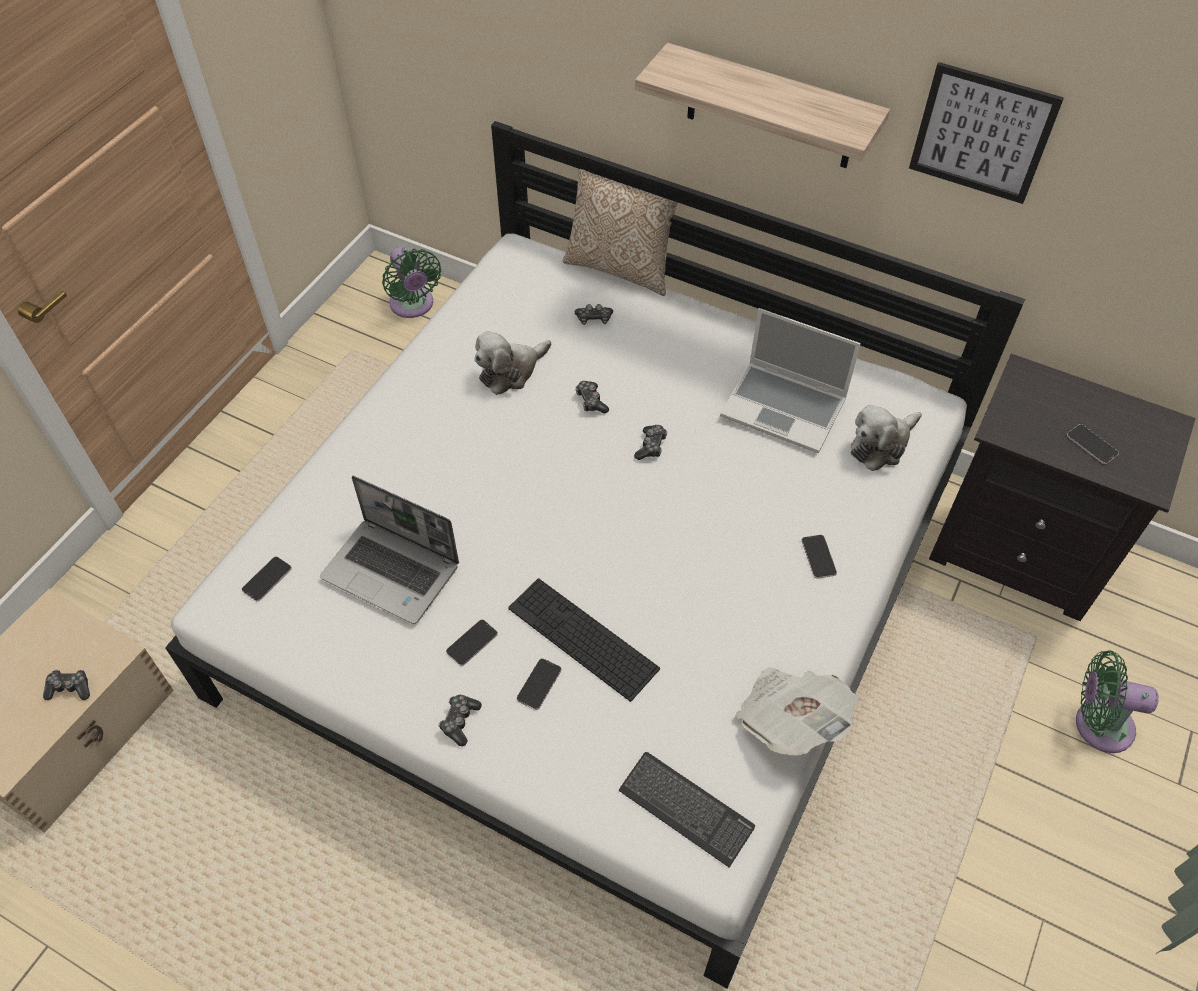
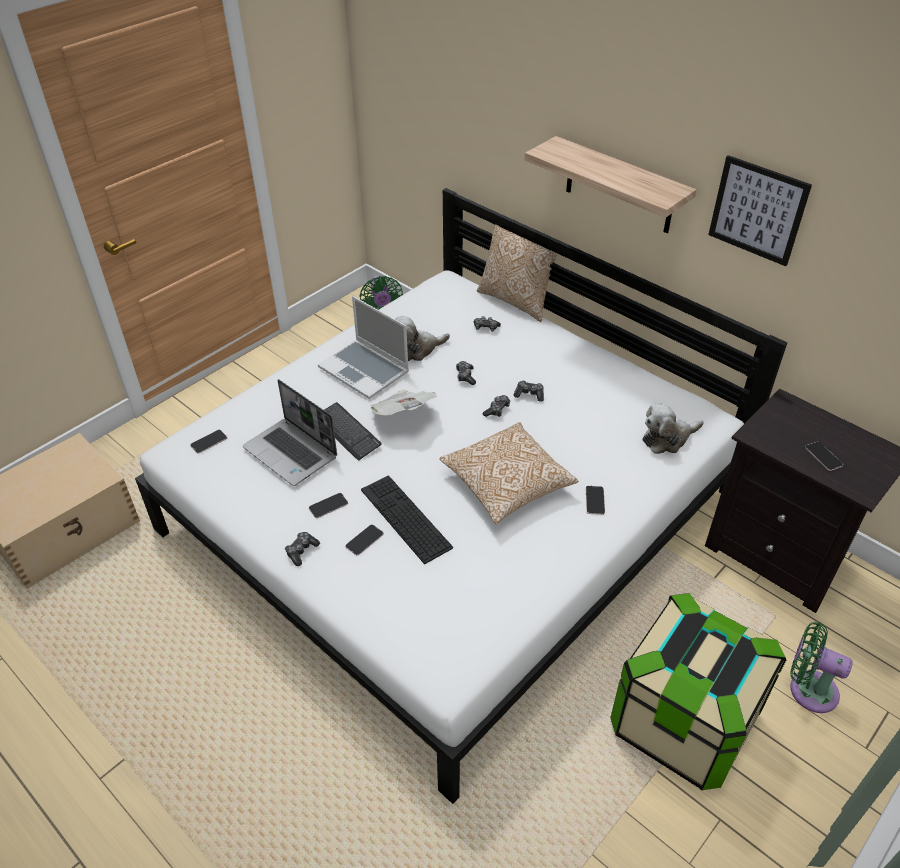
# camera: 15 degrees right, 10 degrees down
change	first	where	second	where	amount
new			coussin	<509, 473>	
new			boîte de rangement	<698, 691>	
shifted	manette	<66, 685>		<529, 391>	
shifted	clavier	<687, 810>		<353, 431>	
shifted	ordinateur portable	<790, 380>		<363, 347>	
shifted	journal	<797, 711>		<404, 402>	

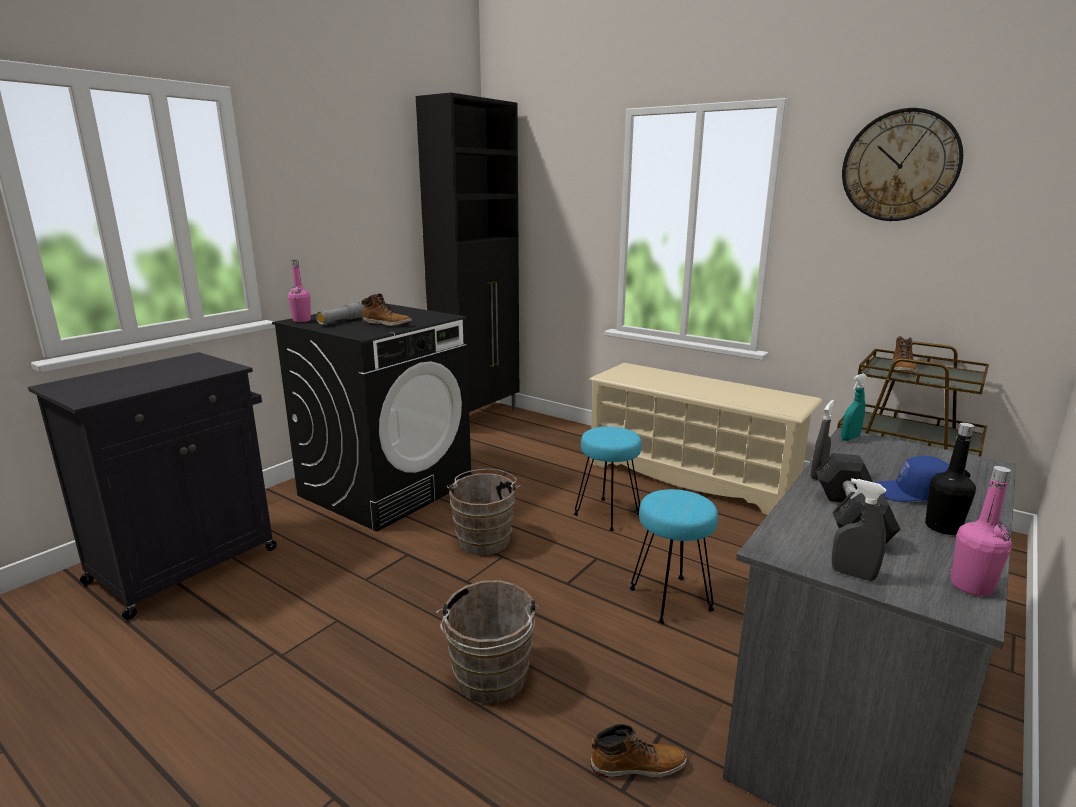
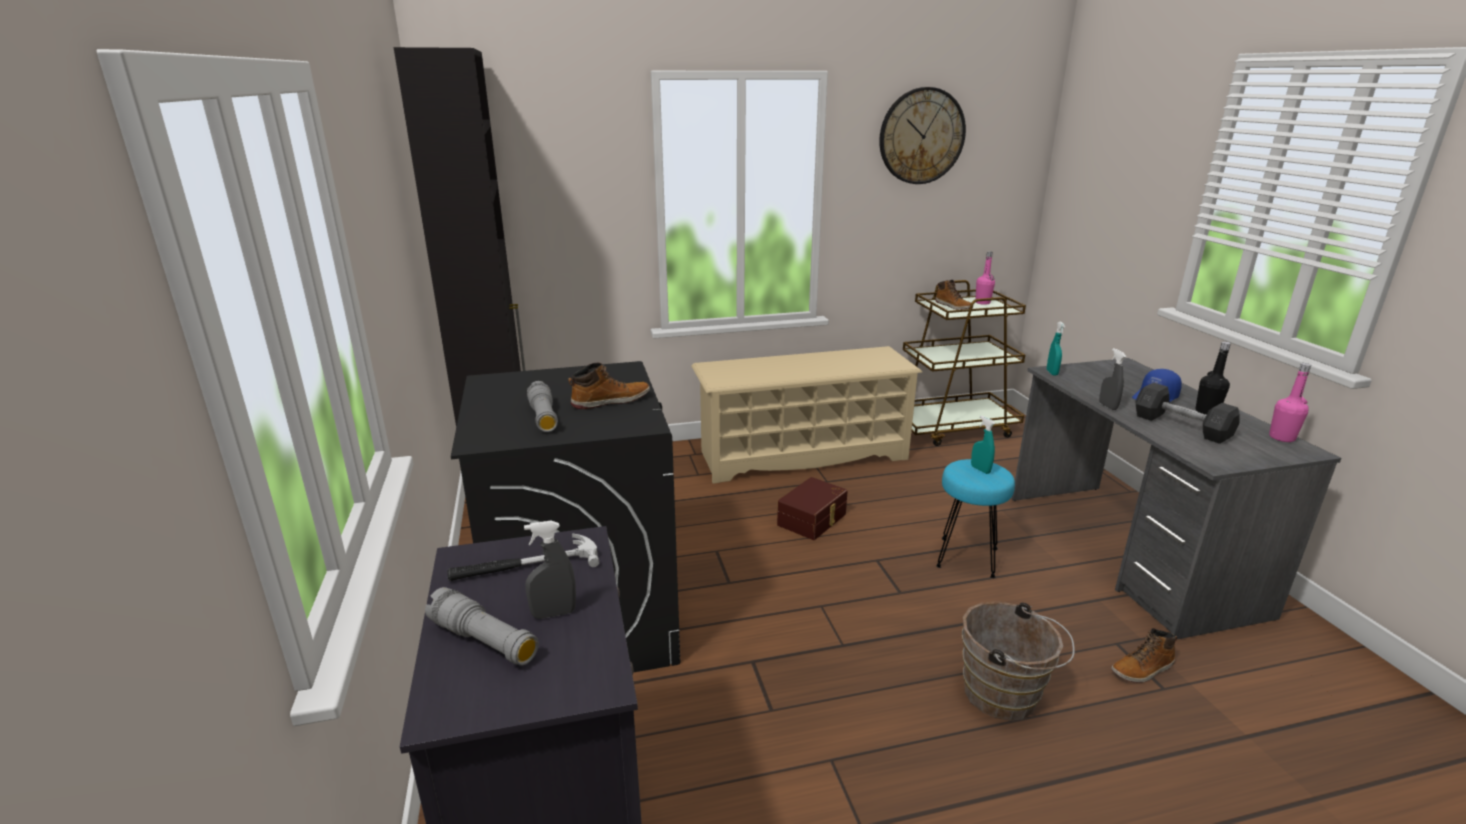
# camera: 50 degrees left, 5 degrees up
change	first	where	second	where	amount
gone	seau (marron)	<484, 512>			
new			lampe de poche (gris)	<482, 626>	
new			marteau	<523, 557>	
new			vaporisateur (turquoise)	<983, 445>	
shifted	bouteille (rose)	<299, 291>		<985, 278>	
shifted	vaporisateur (gris)	<859, 529>		<550, 570>	
swapped	tabouret (turquoise)	<608, 479>	boîte de rangement (marron)	<812, 508>	
rotated	botte	<638, 751>		<1144, 655>	150 degrees counterclockwise

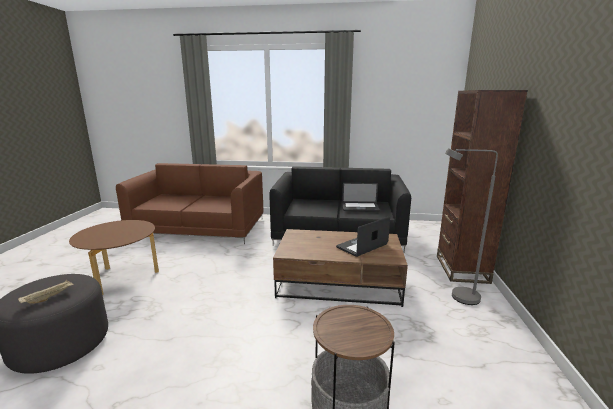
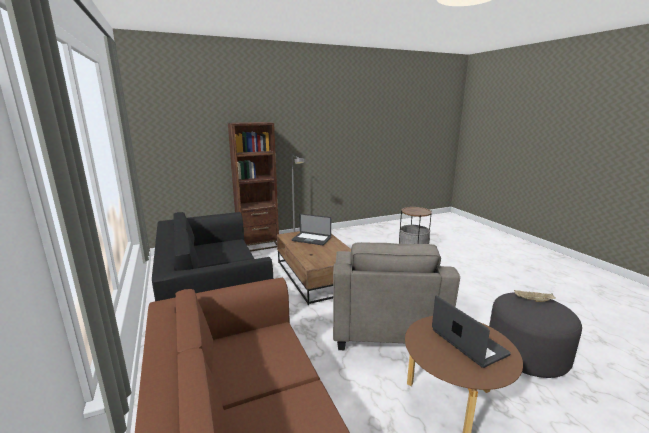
# camera: 120 degrees left, 0 degrees up
change	first	where	second	where	amount
new			fauteuil (gris)	<396, 296>	
shifted	ordinateur portable	<361, 197>		<471, 331>	

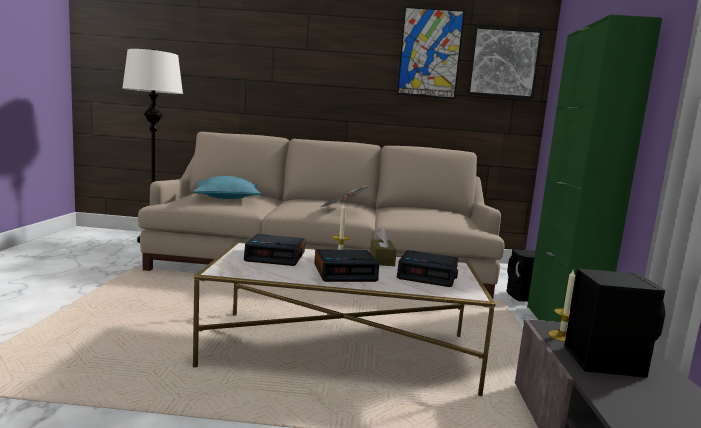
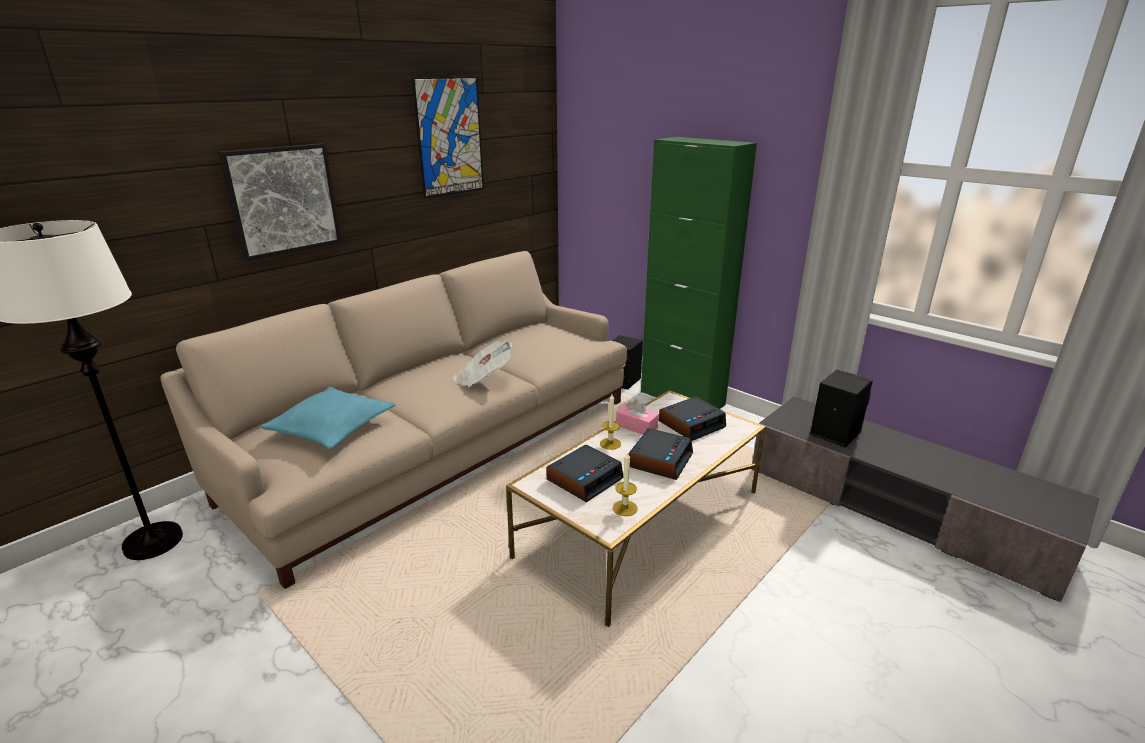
# camera: 50 degrees left, 15 degrees up
change	first	where	second	where	amount
shifted	tableau	<505, 62>		<279, 202>	
shifted	bougie	<561, 306>		<625, 483>	
repainted	boîte à mouchoirs (marron)	<383, 247>	boîte à mouchoirs (rose)	<637, 417>	

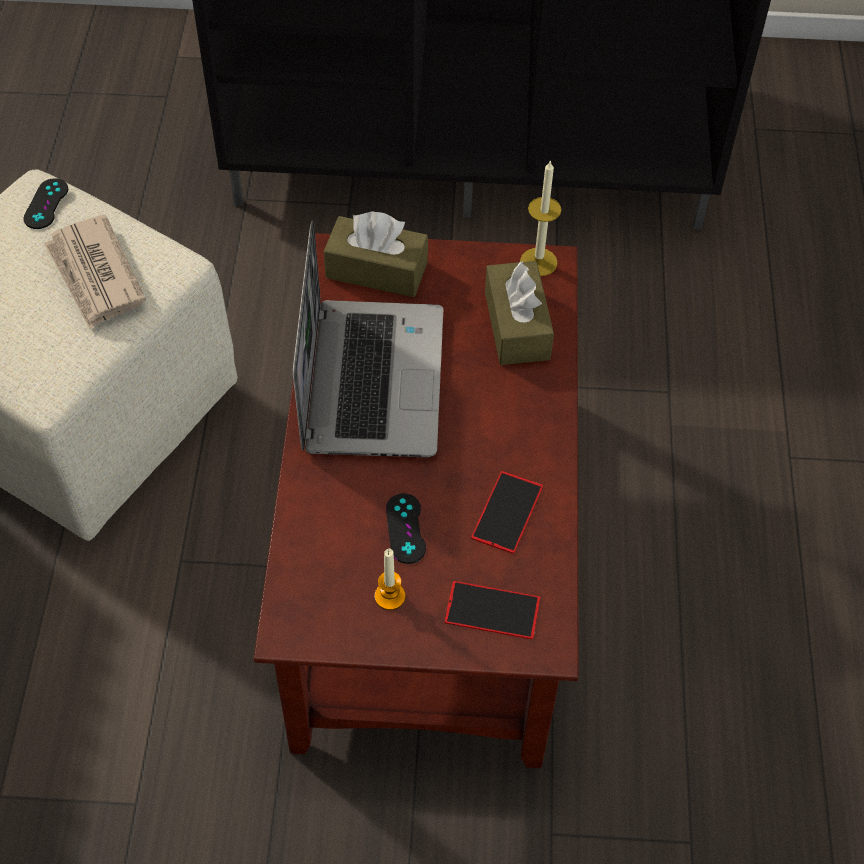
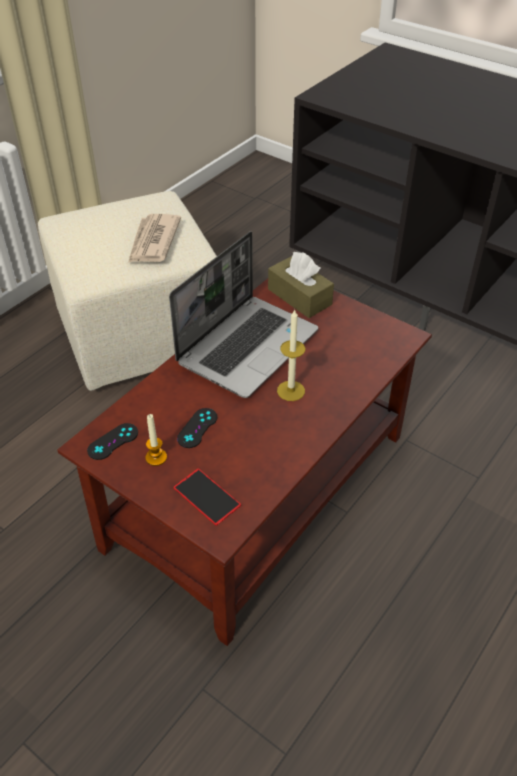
# camera: 35 degrees right, 10 degrees down
change	first	where	second	where	amount
gone	téléphone	<507, 512>			
gone	boîte à mouchoirs (marron)	<519, 313>			
shifted	manette (noir)	<45, 203>		<112, 441>	
shifted	bougie	<540, 218>		<291, 355>	

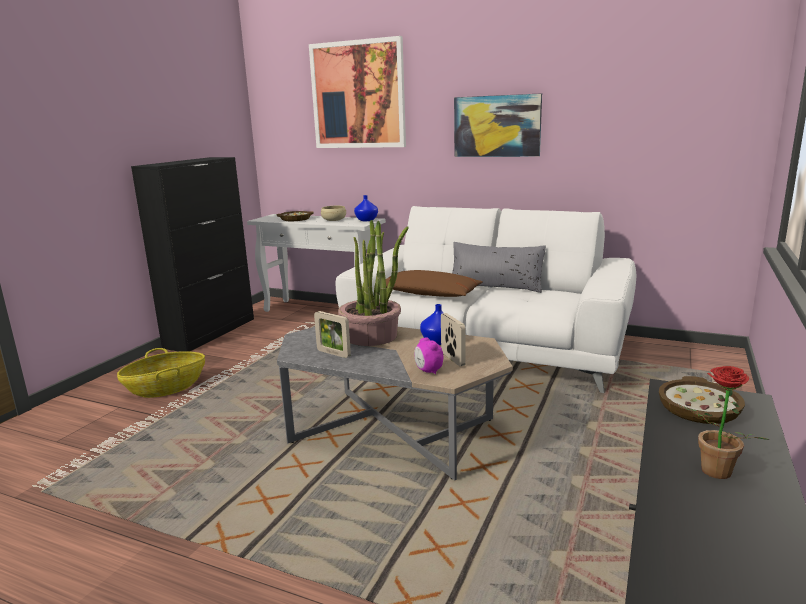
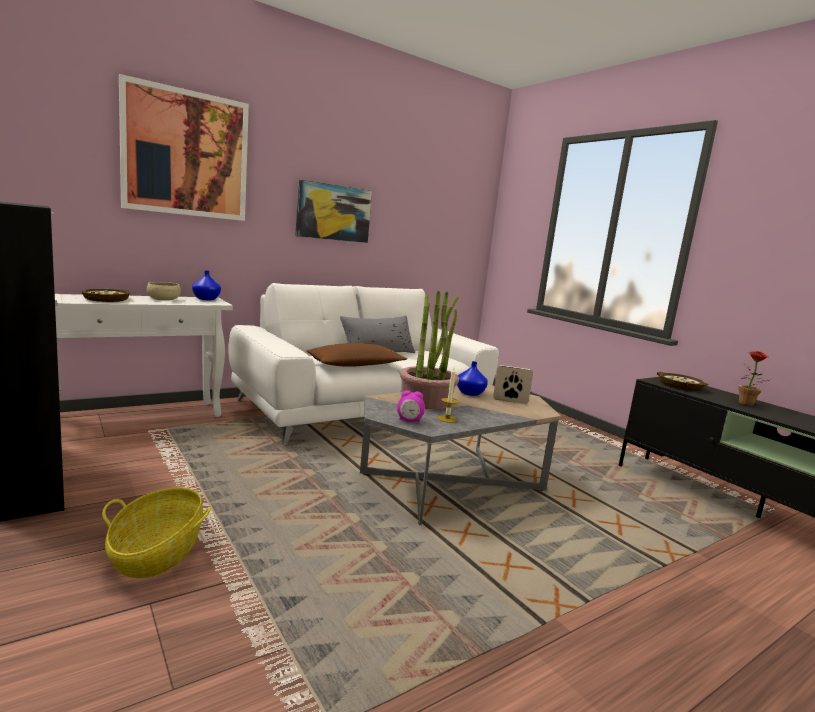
# camera: 60 degrees left, 5 degrees down
change	first	where	second	where	amount
shifted	réveil	<428, 356>		<411, 406>	
swapped	cadre photo	<332, 334>	bougie	<448, 395>	

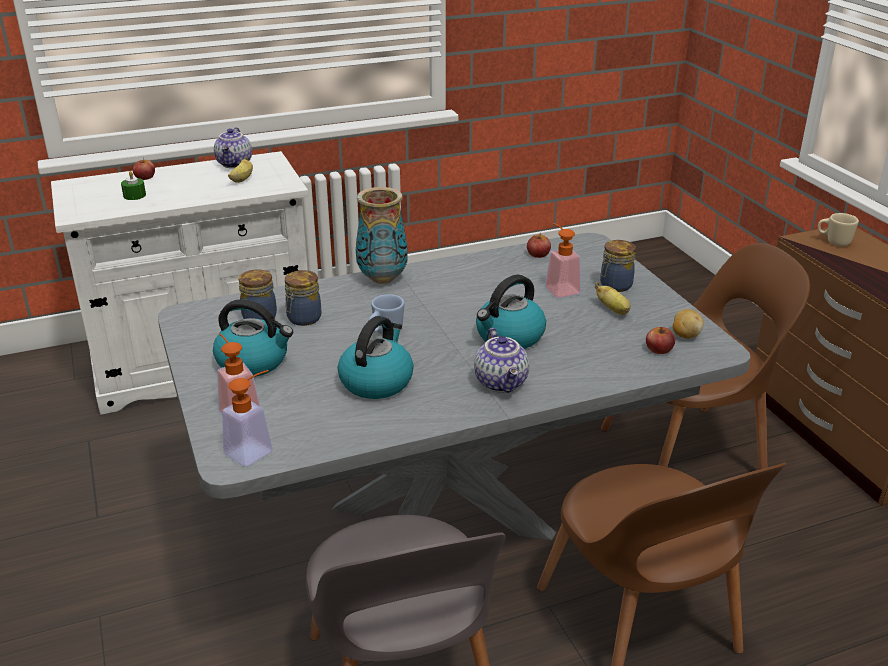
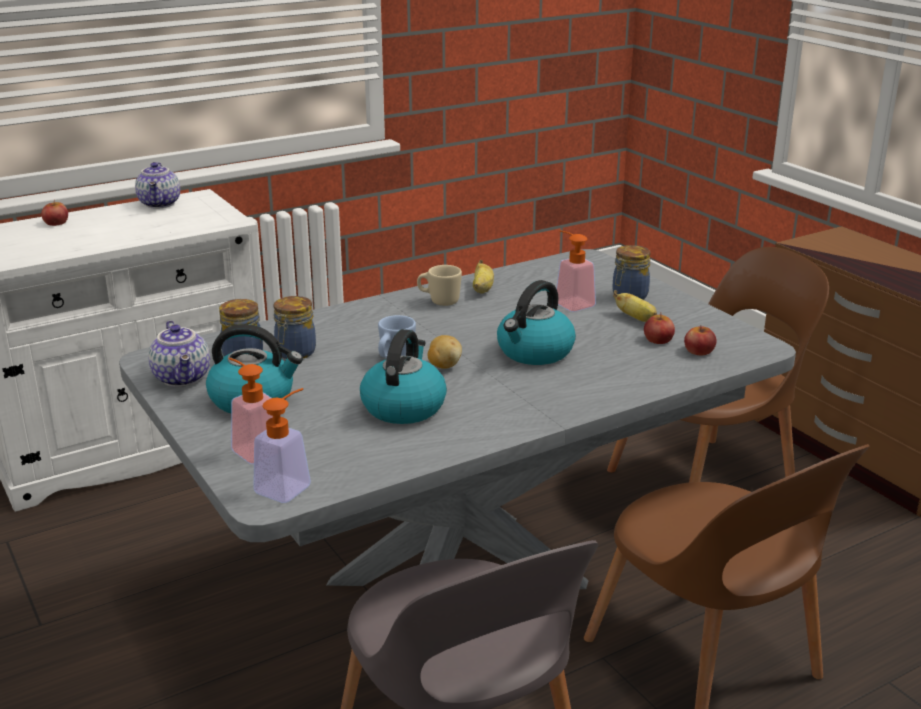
# camera: 10 degrees left, 5 degrees down
change	first	where	second	where	amount
gone	bougie (vert)	<133, 185>			
gone	vase	<382, 235>			
shifted	banane	<240, 170>		<483, 277>	
shifted	théière	<501, 360>		<179, 353>	
shifted	pomme	<539, 246>		<659, 328>	
shifted	pomme de terre	<688, 324>		<445, 352>	
shifted	mug (beige)	<838, 229>		<439, 285>	

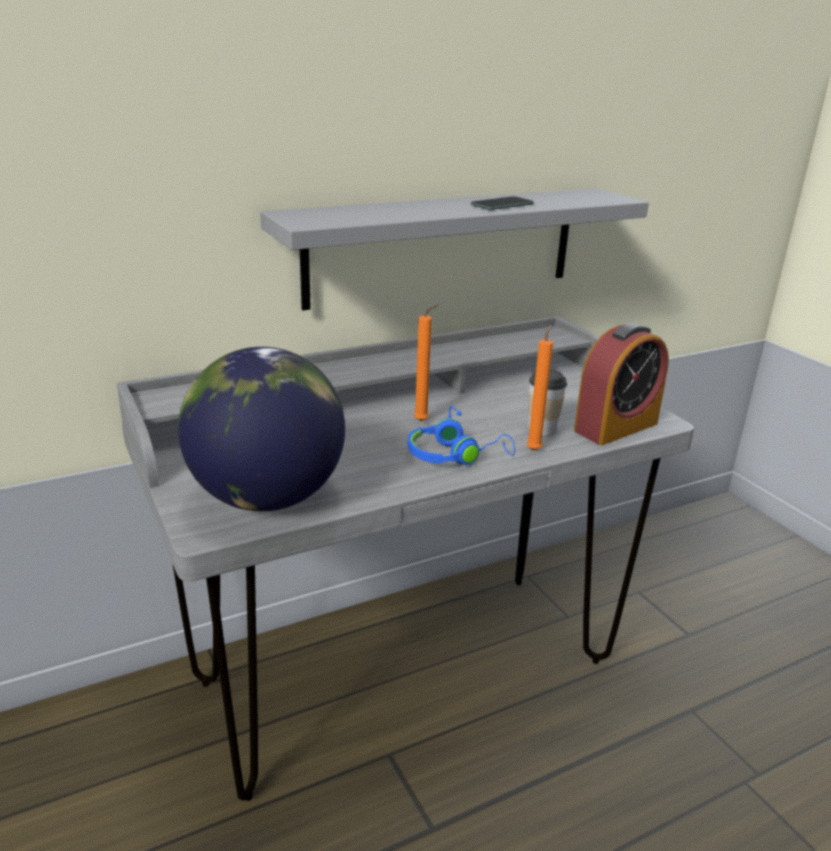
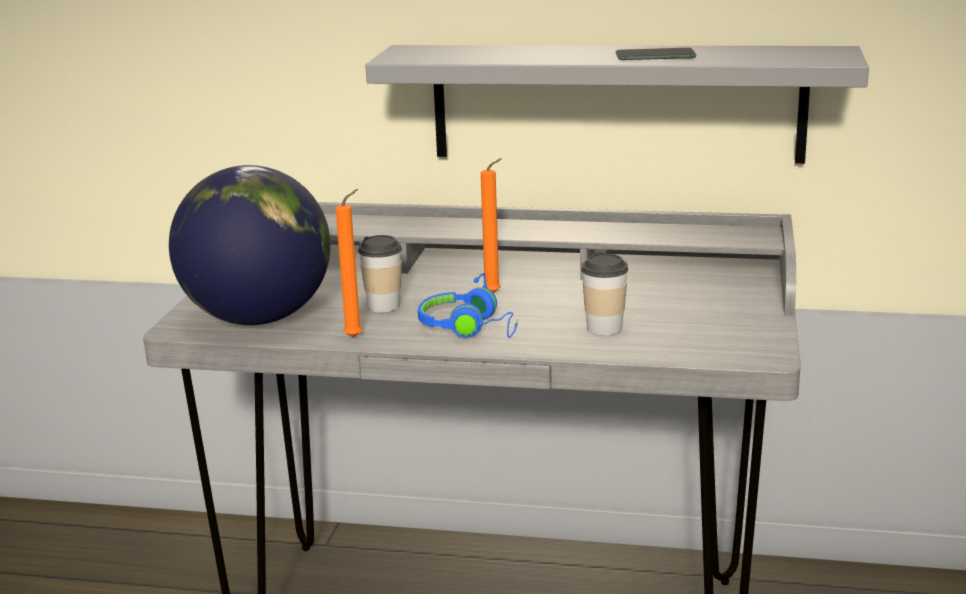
# camera: 40 degrees right, 5 degrees down
change	first	where	second	where	amount
gone	réveil	<621, 383>			
new			tasse	<380, 274>	
shifted	bougie (orange)	<539, 387>		<349, 263>	

